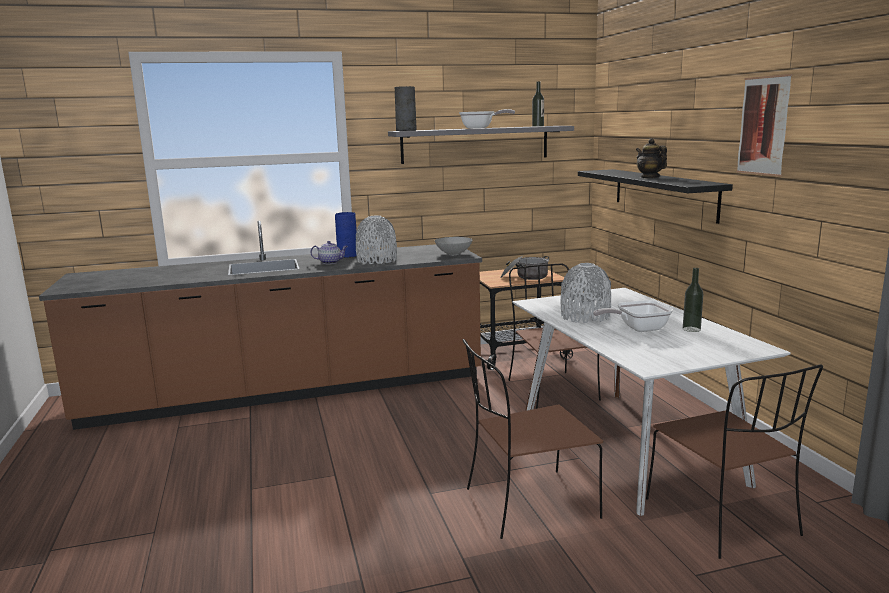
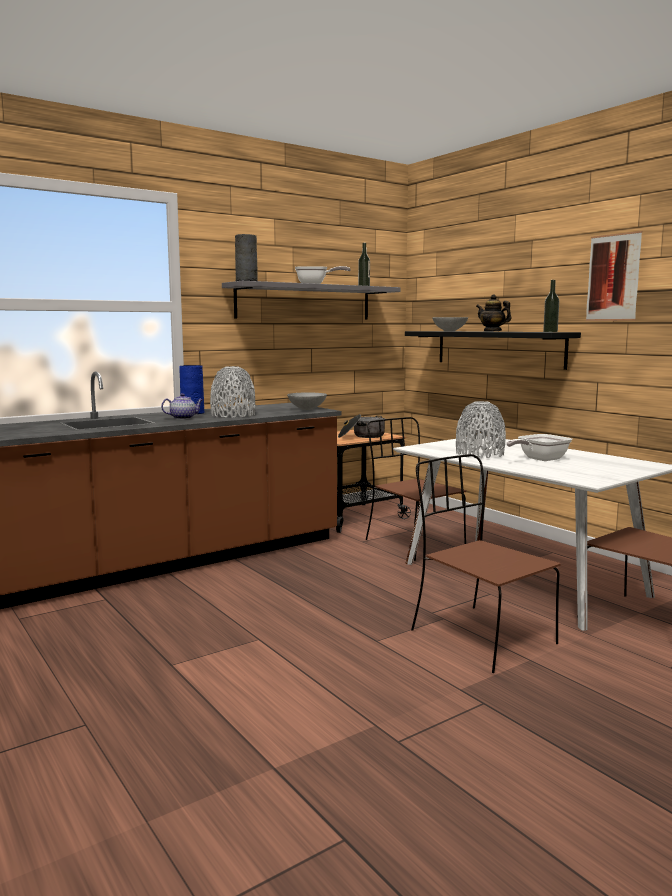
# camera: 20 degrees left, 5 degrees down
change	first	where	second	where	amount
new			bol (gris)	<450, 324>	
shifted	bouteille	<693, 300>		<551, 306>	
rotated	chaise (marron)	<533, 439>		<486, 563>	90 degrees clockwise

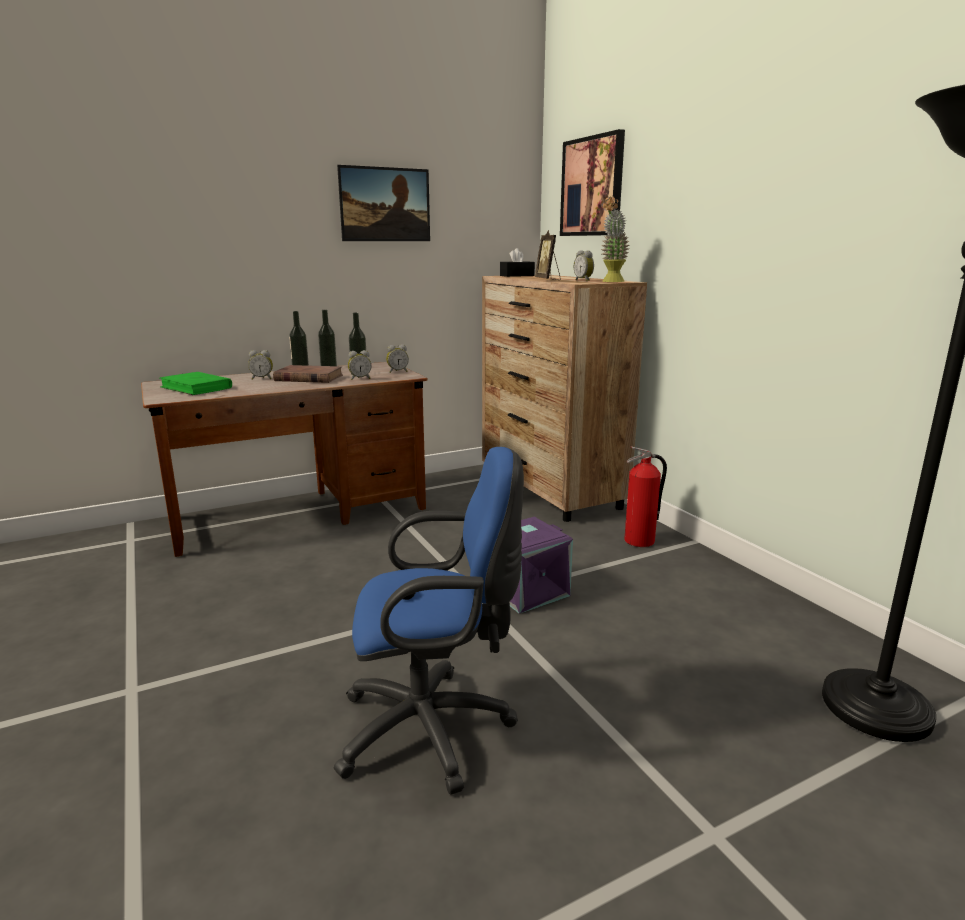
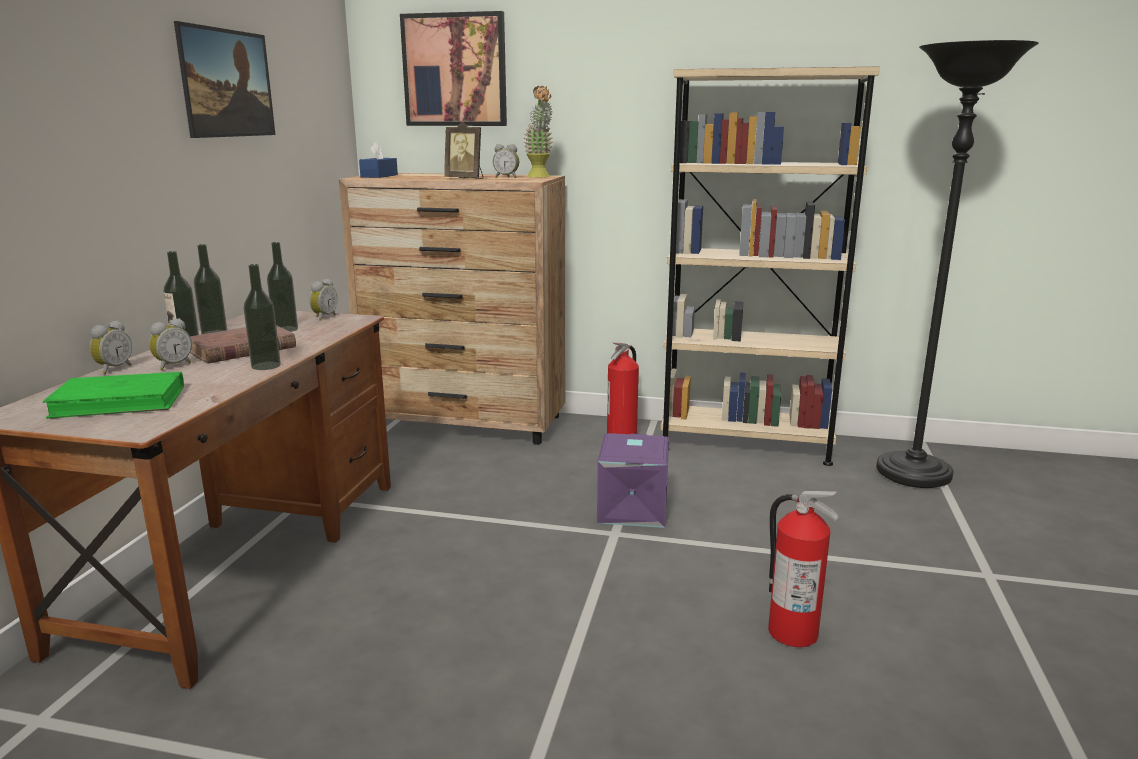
# camera: 50 degrees left, 0 degrees up
change	first	where	second	where	amount
new			bouteille	<262, 317>	
new			bibliothèque (beige)	<770, 266>	
shifted	réveil	<359, 365>		<110, 347>	
swapped	chaise de bureau (bleu)	<429, 620>	extincteur	<803, 569>	
repainted	boîte à mouchoirs (noir)	<517, 262>	boîte à mouchoirs (bleu)	<378, 160>	

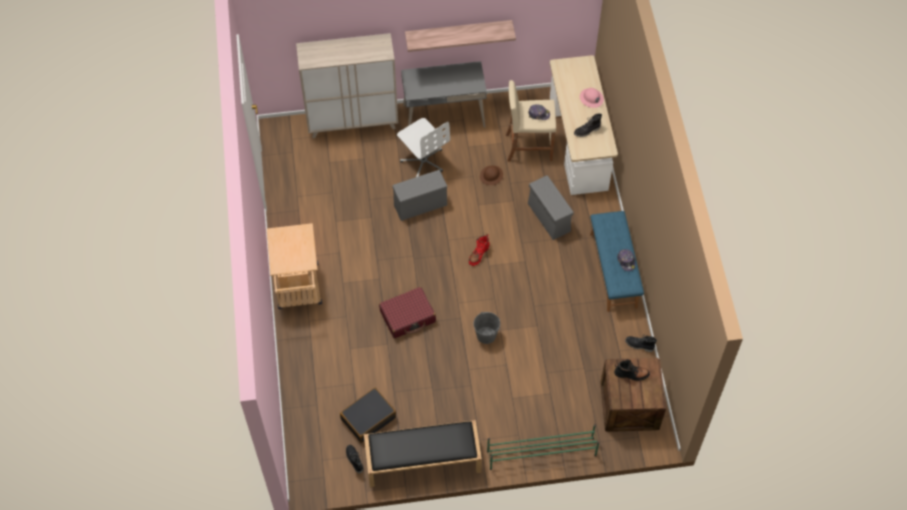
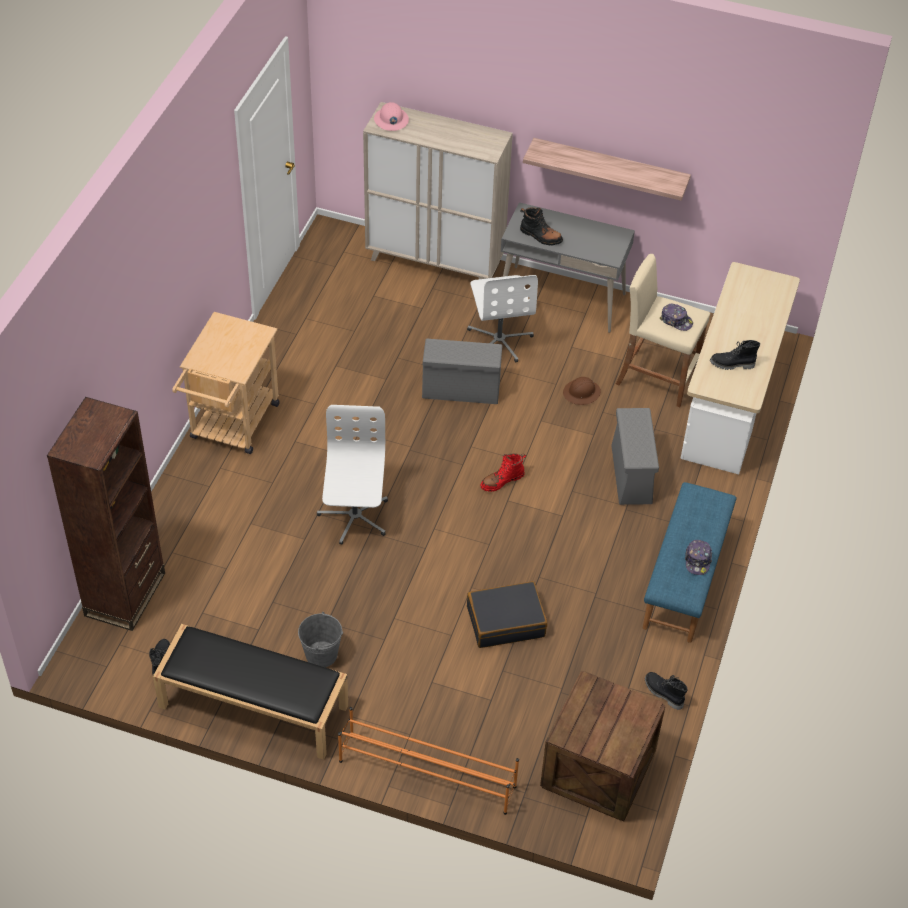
# camera: 25 degrees right, 10 degrees down
change	first	where	second	where	amount
new			bibliothèque (marron)	<106, 514>	
shifted	valise (noir)	<368, 415>		<507, 614>	
shifted	seau (gris)	<486, 328>		<320, 639>	
shifted	casque de chantier (rose)	<592, 98>		<391, 116>	
shifted	botte (noir)	<632, 370>		<541, 226>	
swapped	valise (rouge)	<407, 312>	chaise de bureau (blanc)	<352, 475>	
repainted	étagère à chaussures (vert)	<543, 447>	étagère à chaussures (orange)	<428, 761>	

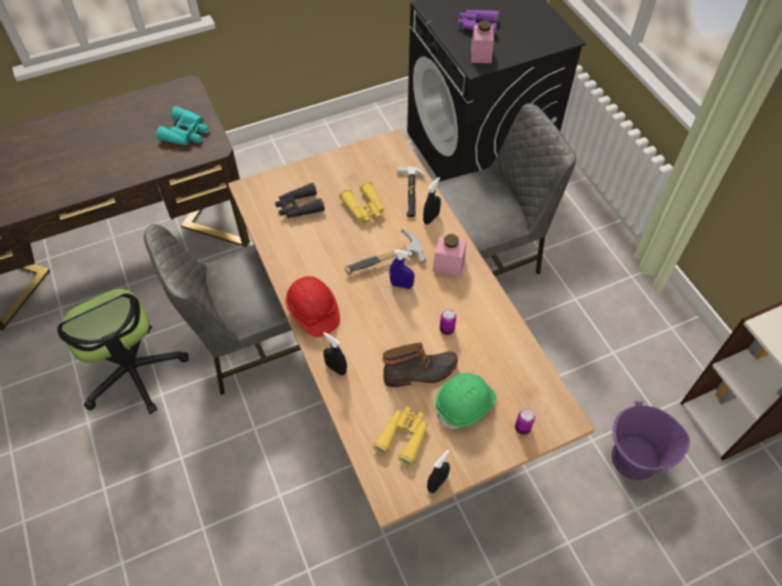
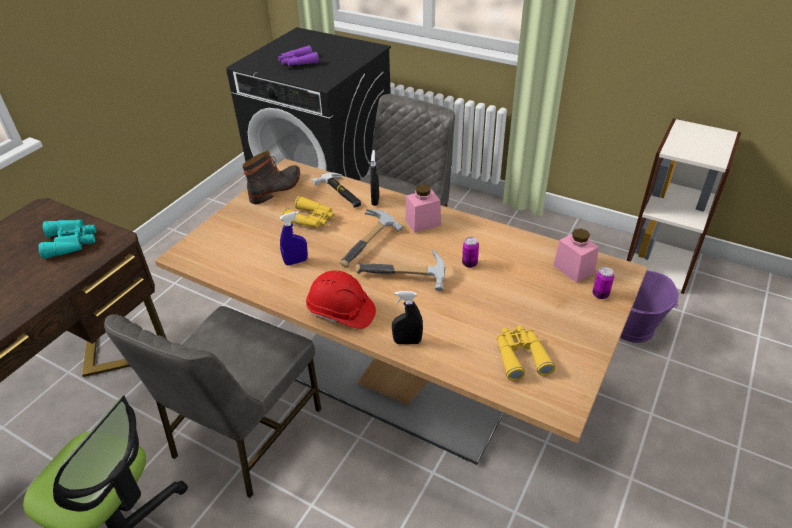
# camera: 35 degrees left, 15 degrees down
change	first	where	second	where	amount
gone	jumelles (noir)	<300, 200>			
gone	vaporisateur (noir)	<438, 471>			
gone	casque de chantier (vert)	<466, 401>			
new			marteau	<400, 270>	
shifted	botte	<420, 364>		<271, 177>	
shifted	vaporisateur (bleu)	<401, 269>		<294, 238>	
shifted	bocal (rose)	<482, 41>		<576, 256>	

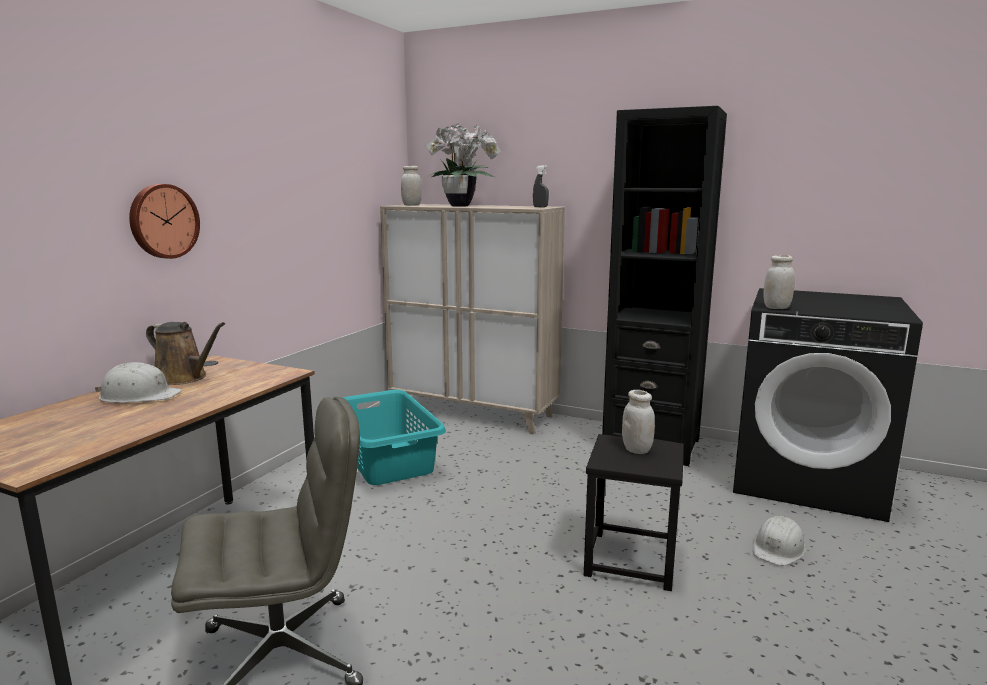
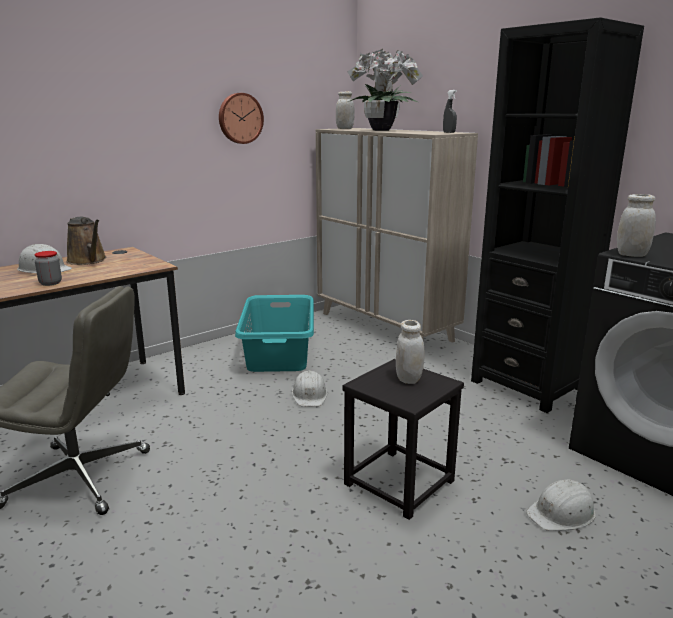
# camera: 25 degrees right, 5 degrees up
change	first	where	second	where	amount
new			bocal	<48, 268>	
new			casque de chantier (blanc)	<310, 389>	
shifted	horloge murale	<164, 221>		<241, 118>	

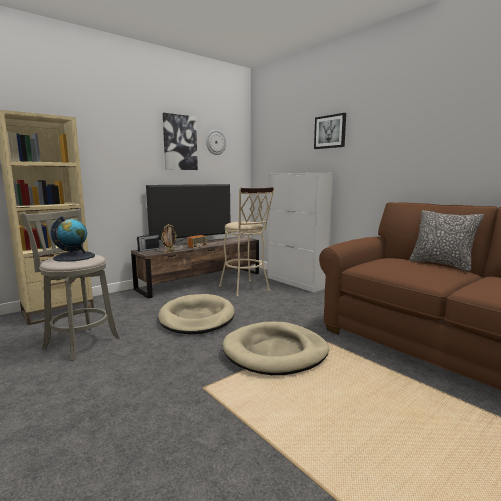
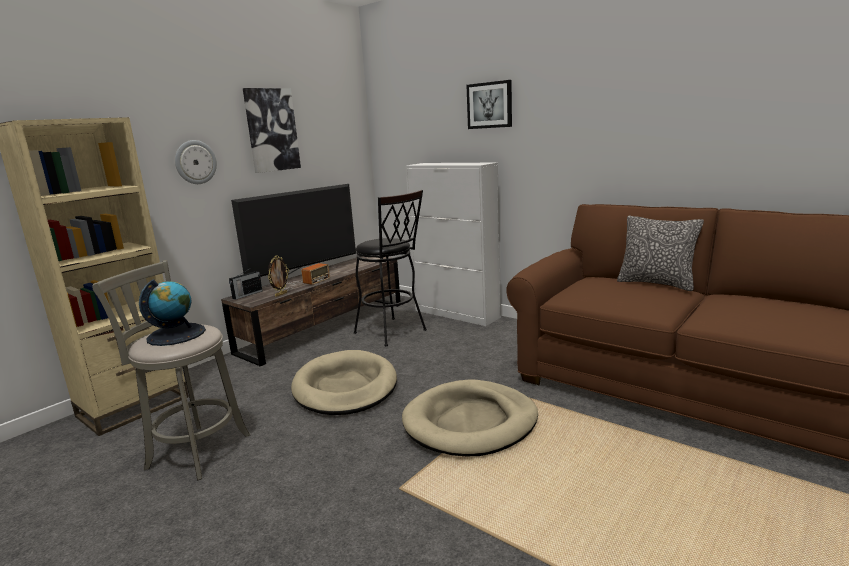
# camera: 10 degrees left, 5 degrees up
change	first	where	second	where	amount
shifted	horloge murale	<216, 142>		<196, 162>	
repainted	tabouret (beige)	<246, 242>	tabouret (noir)	<390, 268>	

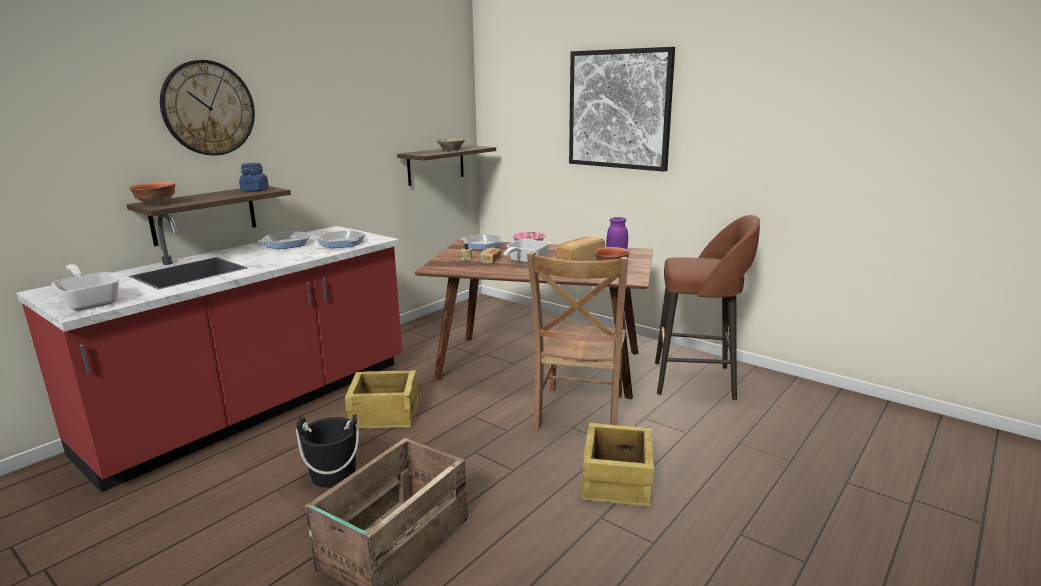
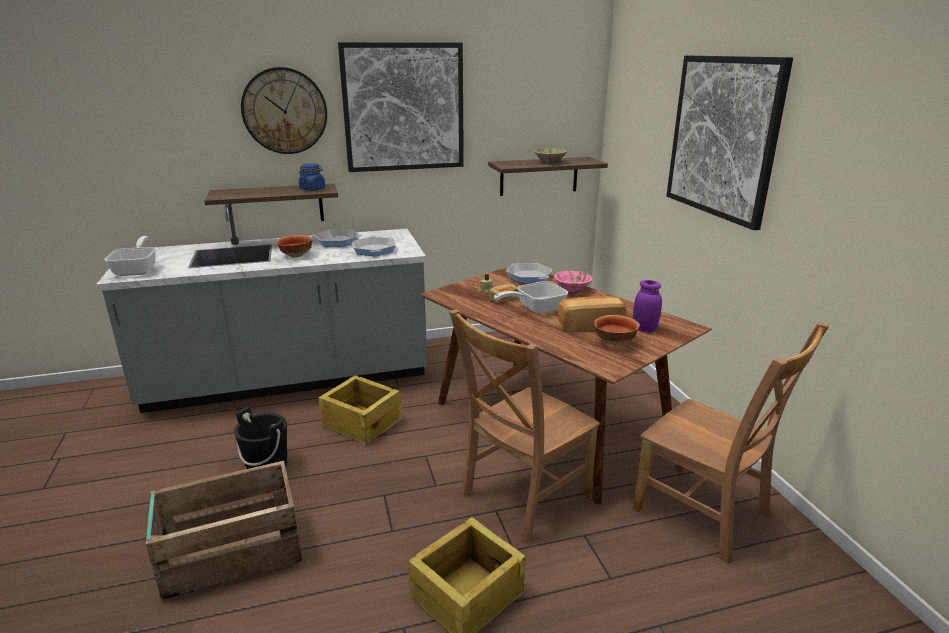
# camera: 35 degrees right, 5 degrees up
change	first	where	second	where	amount
new			tableau	<401, 107>	
shifted	bol	<152, 193>		<294, 246>	
swapped	tabouret (marron)	<707, 307>	chaise (marron)	<731, 443>	
repainted	comptoir de cuisine (rouge)	<209, 353>	comptoir de cuisine (gris)	<261, 308>	

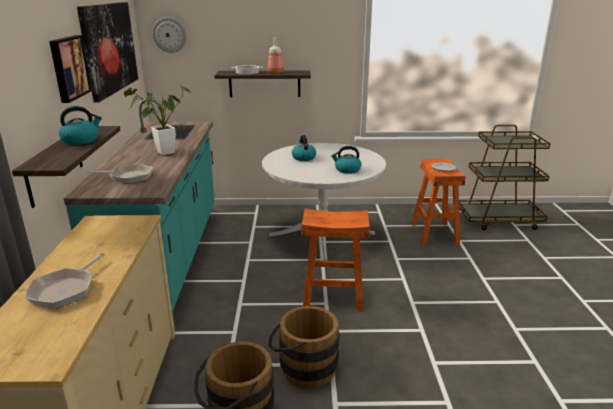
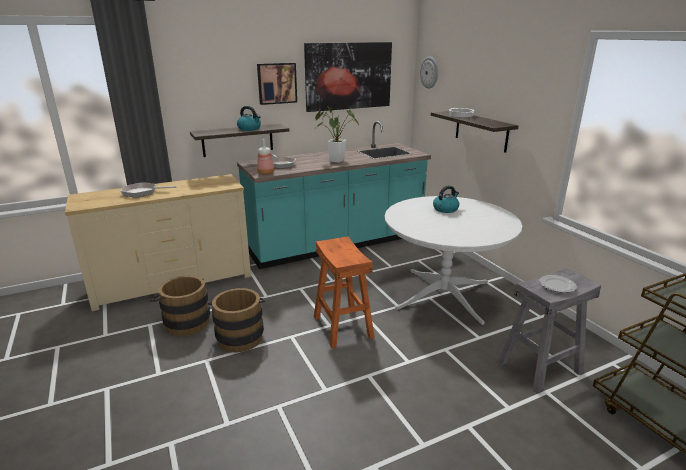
# camera: 65 degrees right, 0 degrees up
change	first	where	second	where	amount
gone	bouilloire	<346, 160>			
shifted	bouteille	<276, 56>		<265, 156>	
repainted	tabouret (orange)	<438, 202>	tabouret (gris)	<549, 331>	

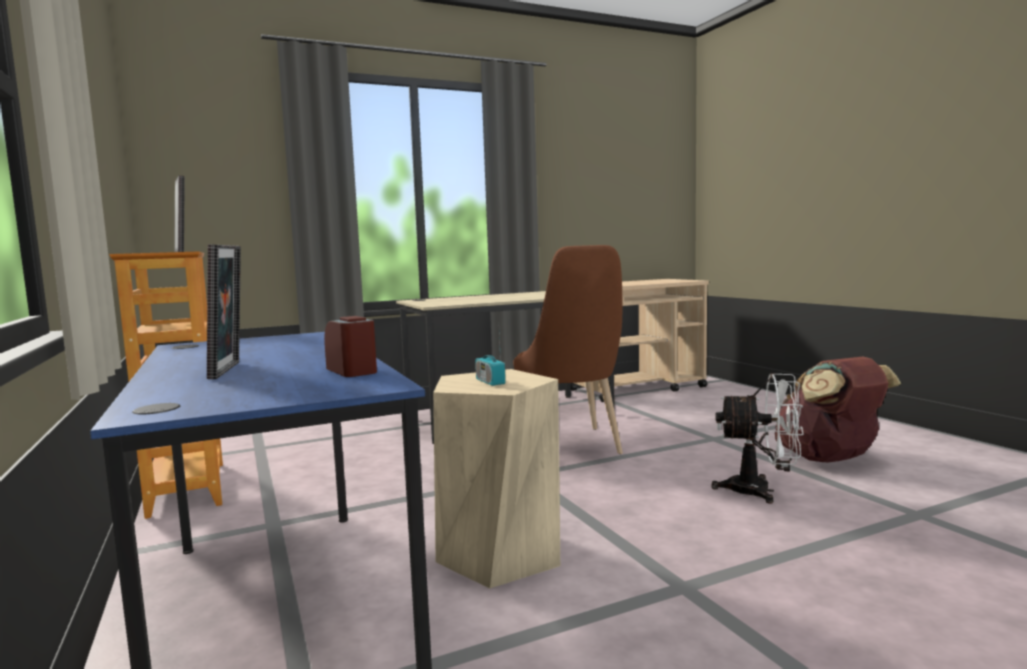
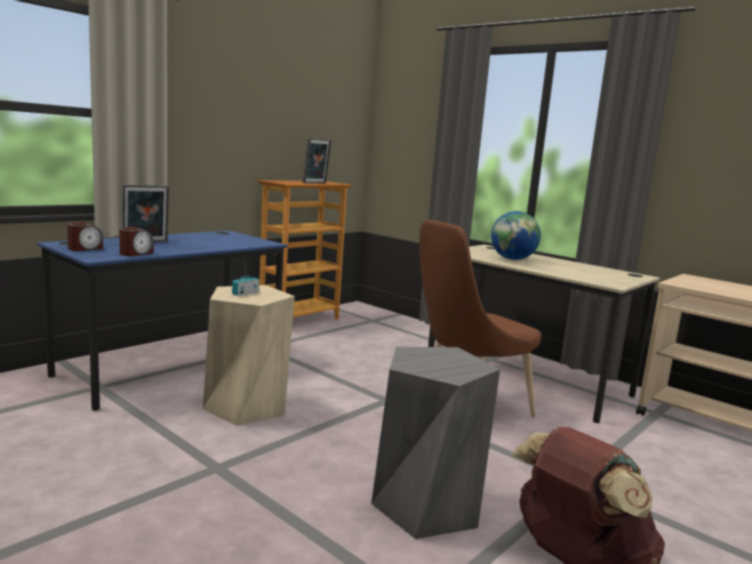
# camera: 65 degrees right, 5 degrees up
change	first	where	second	where	amount
new			réveil	<85, 236>	
new			globe	<516, 235>	
swapped	ventilateur (blanc)	<757, 438>	tabouret (gris)	<435, 443>	

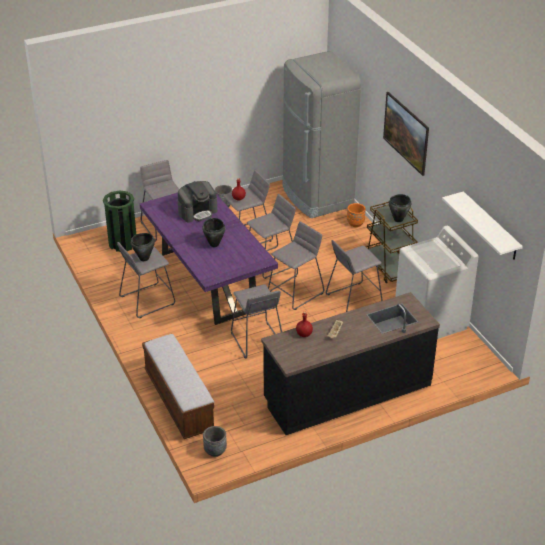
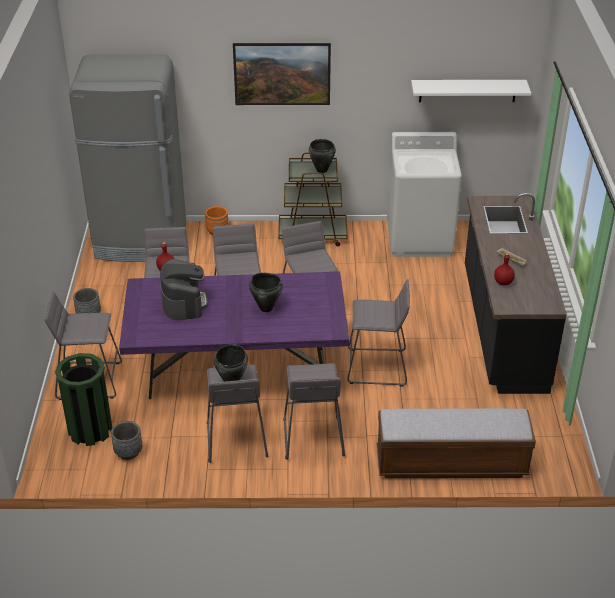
# camera: 65 degrees left, 0 degrees up
change	first	where	second	where	amount
shifted	cache-pot (gris)	<215, 441>		<126, 440>	
shifted	tabouret (gris)	<354, 276>		<314, 411>	

